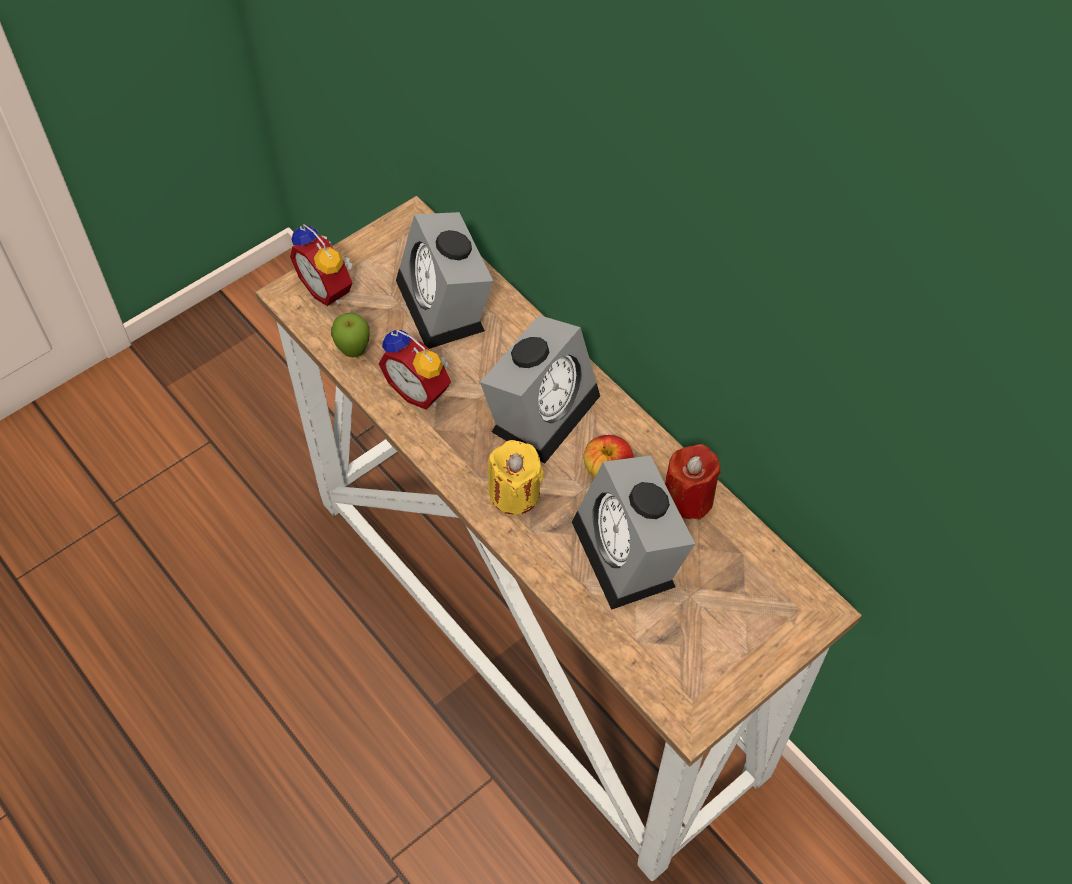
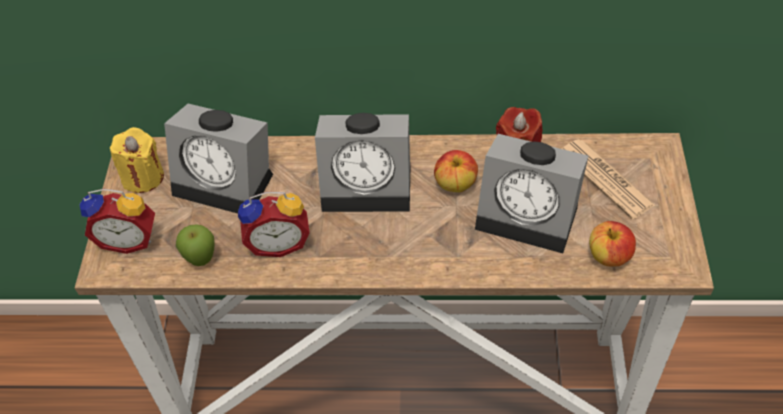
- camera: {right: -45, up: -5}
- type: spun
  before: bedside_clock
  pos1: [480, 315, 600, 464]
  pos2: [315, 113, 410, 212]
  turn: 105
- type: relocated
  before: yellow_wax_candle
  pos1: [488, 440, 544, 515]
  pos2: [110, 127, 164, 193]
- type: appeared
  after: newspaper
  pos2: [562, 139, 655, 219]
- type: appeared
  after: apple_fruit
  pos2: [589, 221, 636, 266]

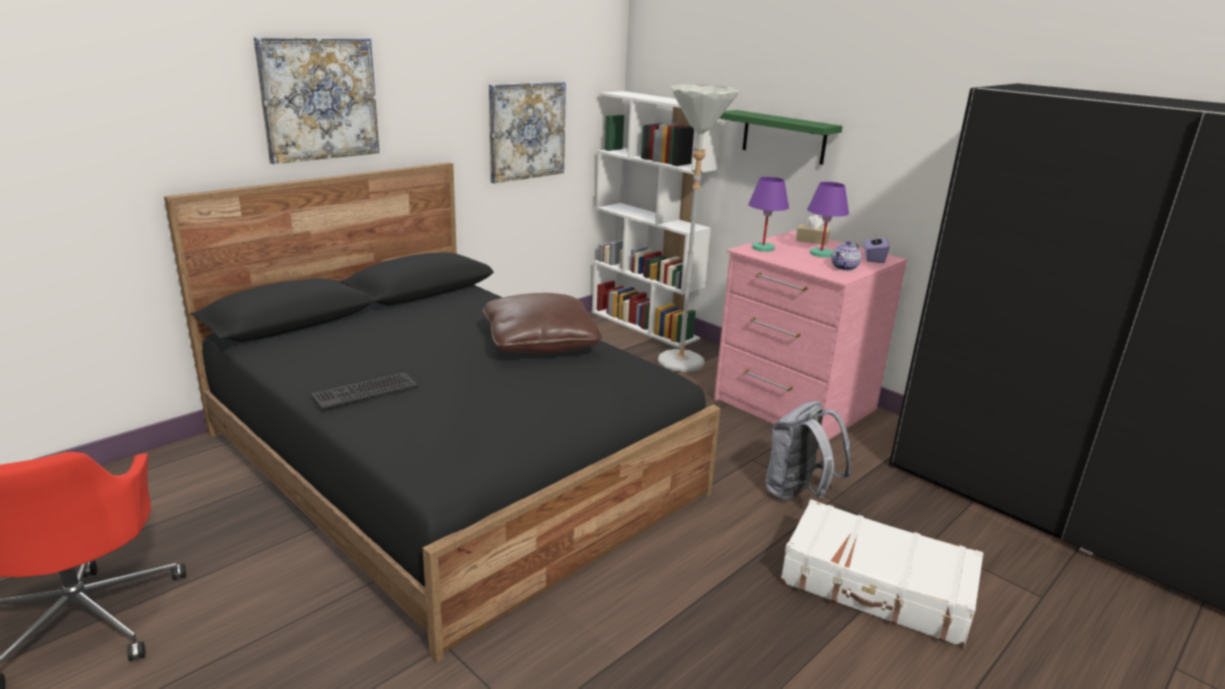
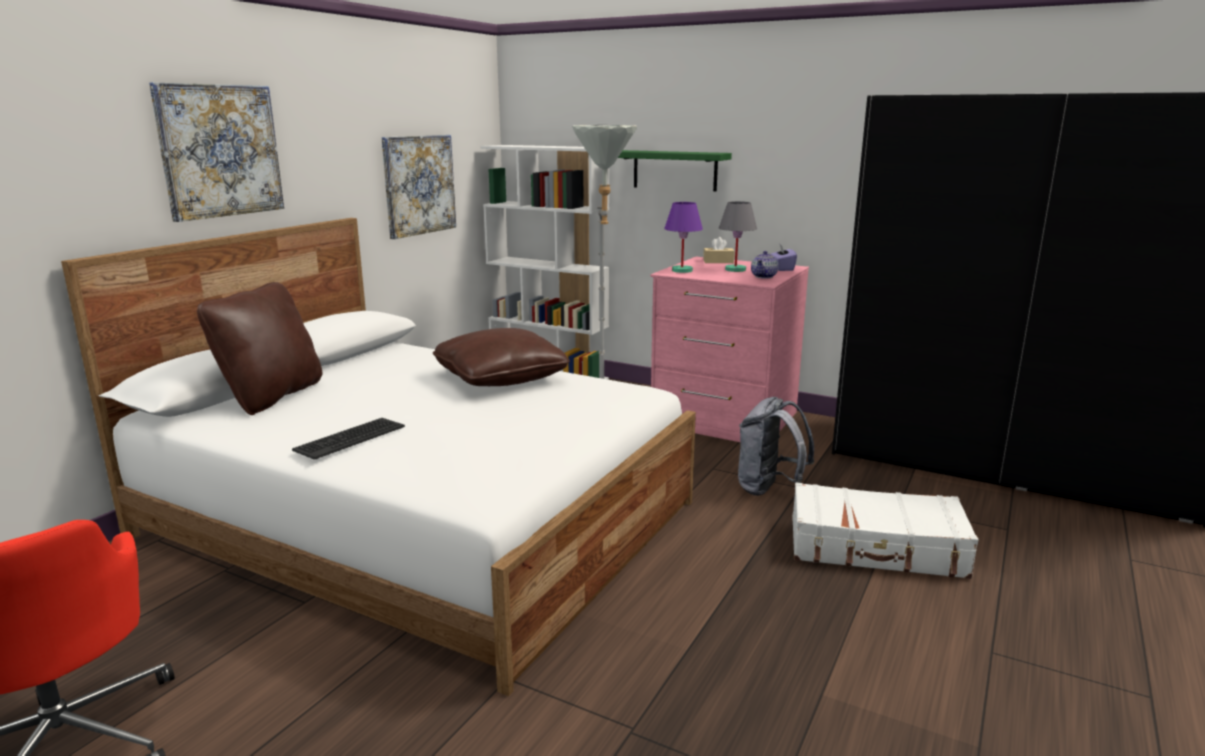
- camera: {right: -15, up: -5}
- type: colour
  before: blackish_bedroom_bed
  after: white-coloured_bedroom_bed
  pos1: [164, 162, 721, 663]
  pos2: [61, 218, 696, 696]
- type: colour
  before: purple-coloured_table_lamp
  after: gray_table_lamp
  pos1: [807, 182, 849, 258]
  pos2: [719, 201, 757, 272]
- type: appeared
  after: brown-coloured_cushion
  pos2: [197, 282, 323, 415]

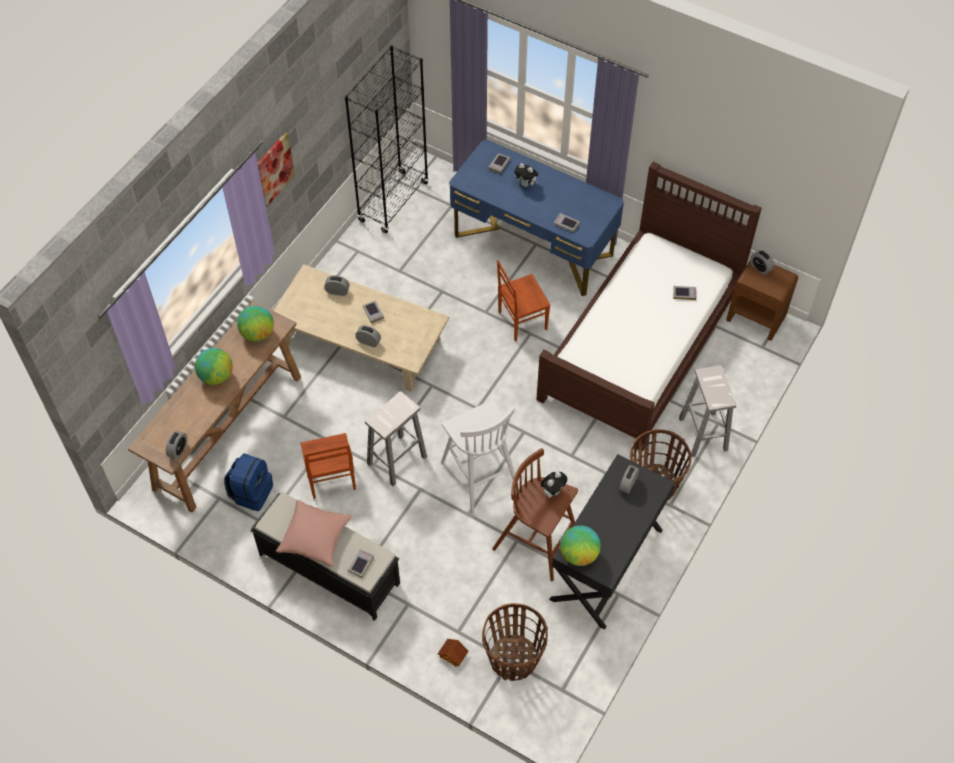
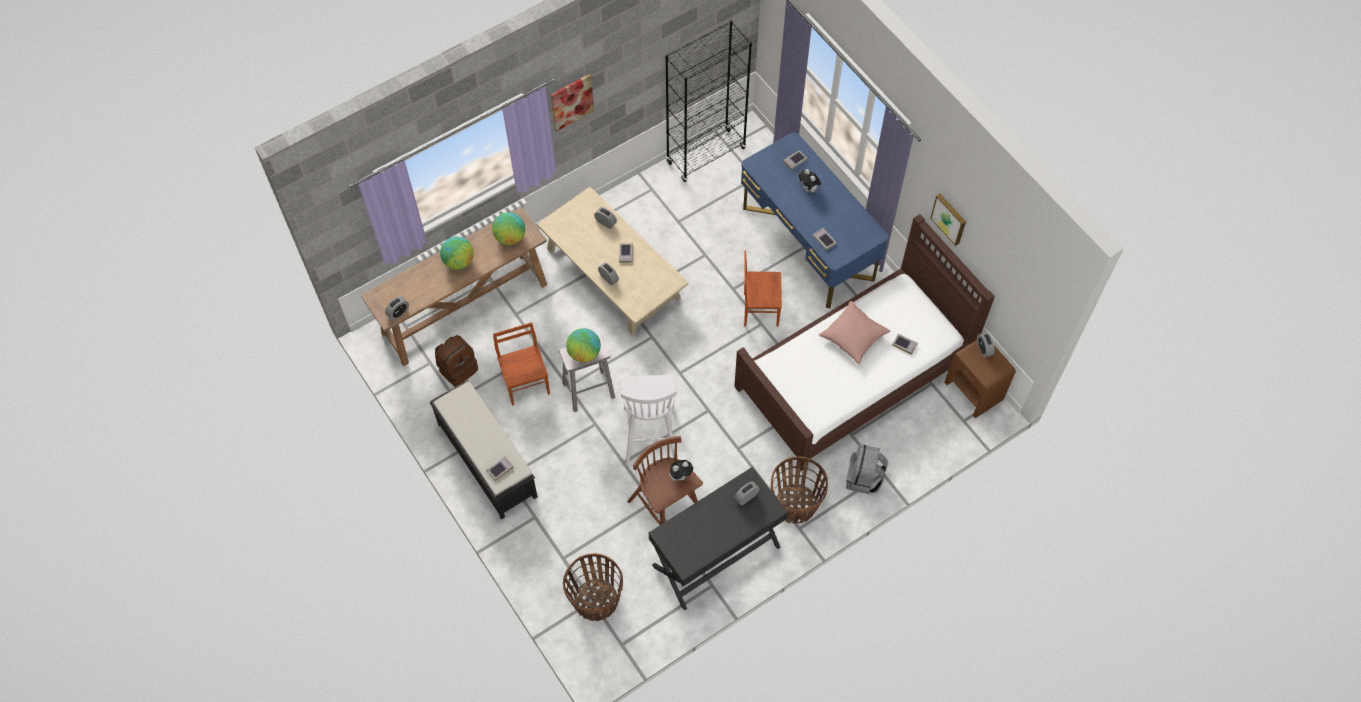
- camera: {right: 25, up: 5}
- type: colour
  before: bluish_rucksack
  after: brown-coloured_rucksack
  pos1: [224, 453, 273, 511]
  pos2: [435, 335, 478, 387]
- type: relocated
  before: pink-coloured_cushion
  pos1: [276, 500, 352, 567]
  pos2: [819, 301, 890, 364]
- type: spun
  before: brown-coloured_plain_chair
  pos1: [301, 433, 356, 499]
  pos2: [493, 322, 550, 406]
  turn: 150
- type: missing
  before: miniature_house
  pos1: [438, 639, 469, 667]
- type: relocated
  before: world_globe
  pos1: [560, 525, 601, 566]
  pos2: [566, 328, 601, 363]
- type: exchanged
  before: white-coloured_stool
  after: gray_rucksack
  pos1: [679, 365, 736, 457]
  pos2: [846, 444, 888, 494]
- type: appeared
  after: picture
  pos2: [930, 194, 966, 246]

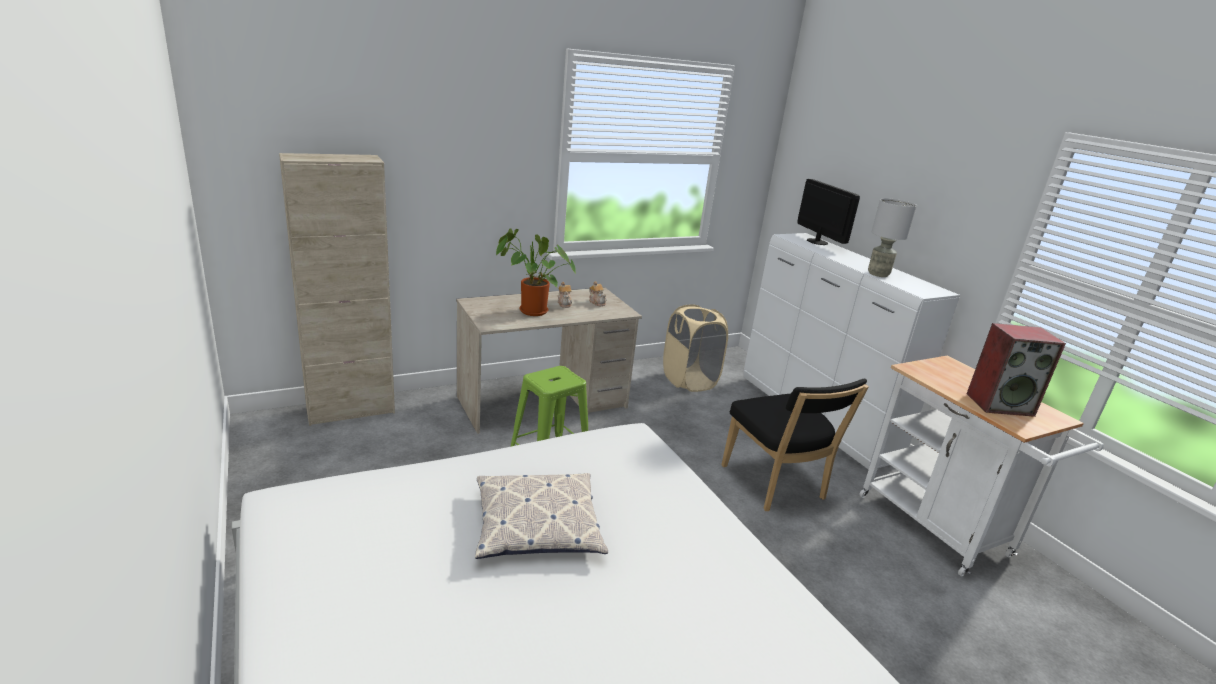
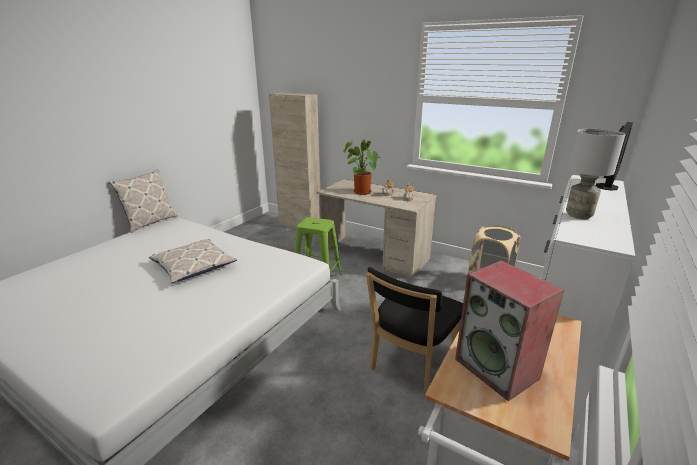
- camera: {right: 60, up: 0}
- type: appeared
  after: cushion
  pos2: [108, 169, 178, 233]

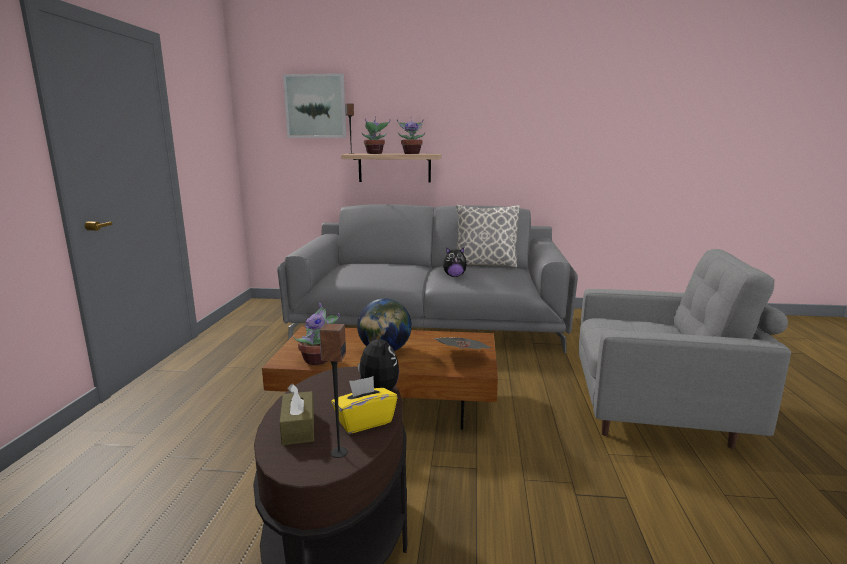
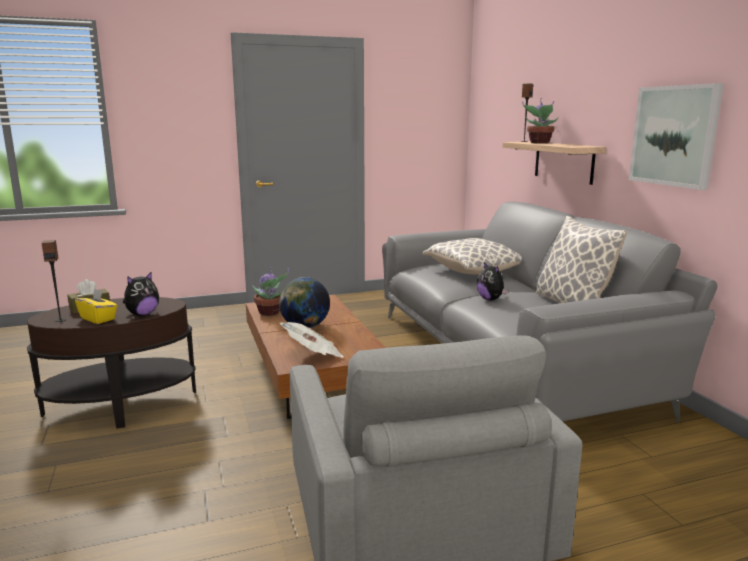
- camera: {right: 65, up: 0}
- type: relocated
  before: picture
  pos1: [283, 73, 346, 138]
  pos2: [629, 83, 724, 190]
- type: missing
  before: potted_plant
  pos1: [397, 116, 426, 154]
- type: appeared
  after: cushion
  pos2: [422, 238, 522, 275]

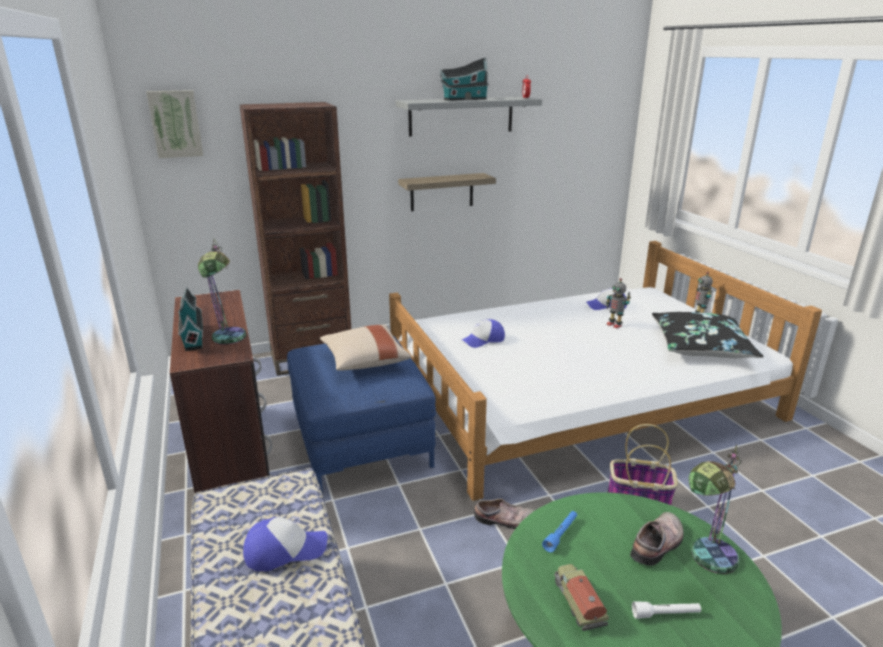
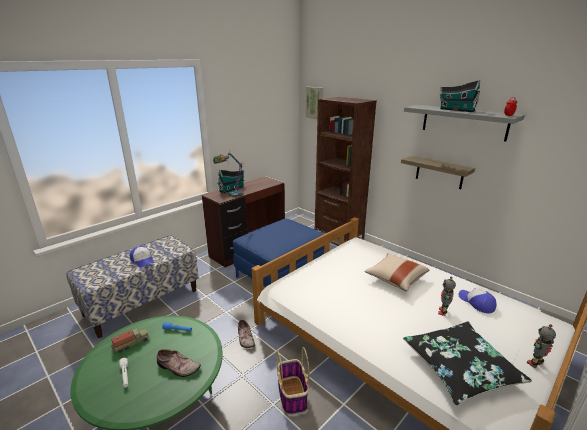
- camera: {right: 65, up: 0}
- type: relocated
  before: sand-coloured_cushion
  pos1: [320, 324, 412, 371]
  pos2: [364, 254, 430, 292]
- type: missing
  before: cap
  pos1: [462, 319, 505, 348]
- type: missing
  before: table_lamp
  pos1: [689, 444, 742, 574]

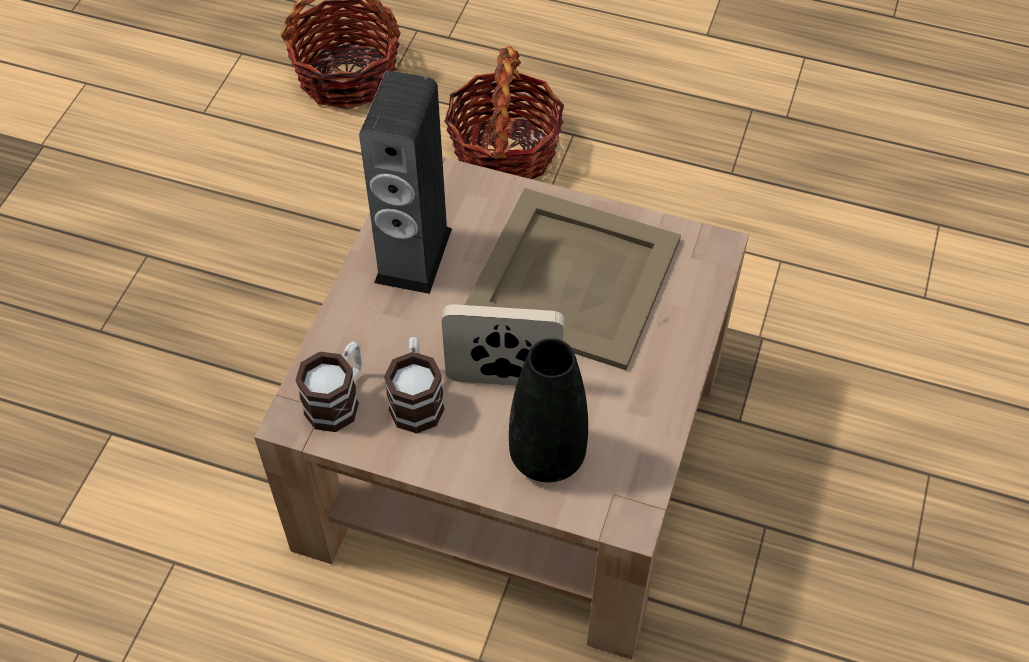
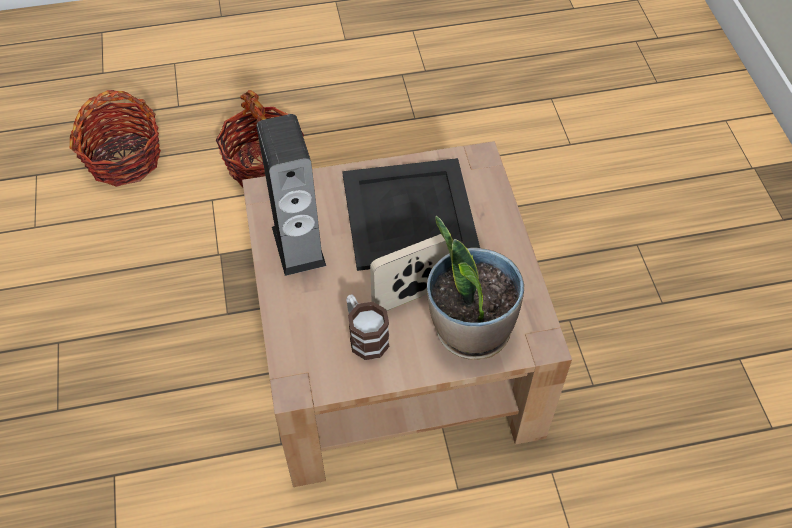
- camera: {right: -30, up: 0}
- type: missing
  before: coffee_mug
  pos1: [295, 341, 362, 432]
- type: colour
  before: sand-coloured_carrying_tray
  after: blackish_carrying_tray
  pos1: [465, 188, 681, 370]
  pos2: [342, 158, 480, 271]
- type: exchanged
  before: blackish_flower_vase
  after: potted_plant
  pos1: [509, 338, 588, 482]
  pos2: [427, 216, 524, 360]

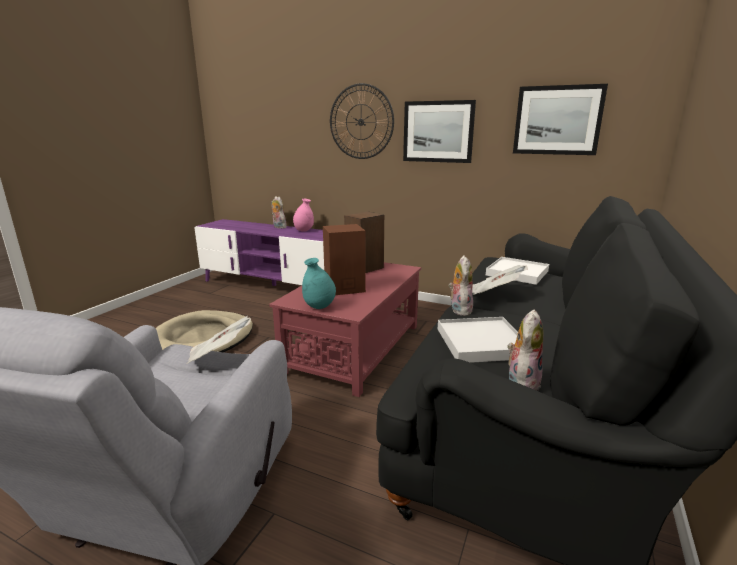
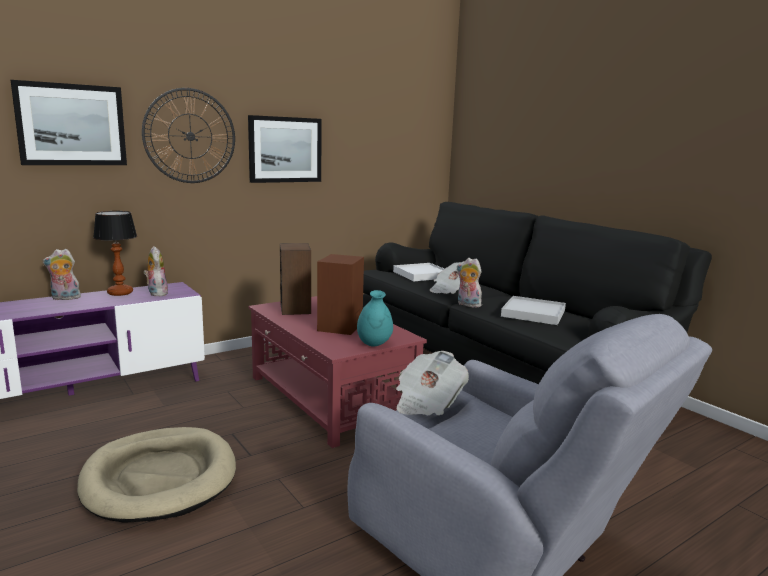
- camera: {right: -60, up: -5}
- type: exchanged
  before: pink-coloured_flower_vase
  after: table_lamp
  pos1: [293, 199, 314, 232]
  pos2: [93, 211, 137, 296]
- type: relocated
  before: cuddly_toy
  pos1: [507, 310, 544, 391]
  pos2: [144, 246, 168, 297]
- type: relocated
  before: picture
  pos1: [513, 84, 608, 155]
  pos2: [11, 80, 127, 165]

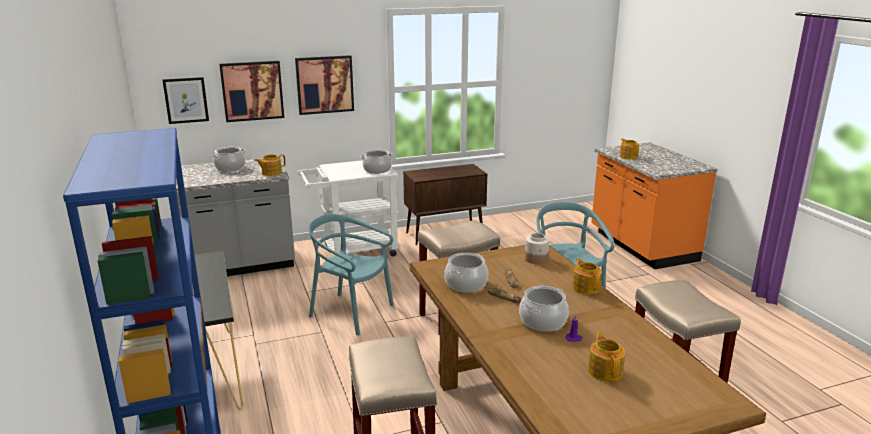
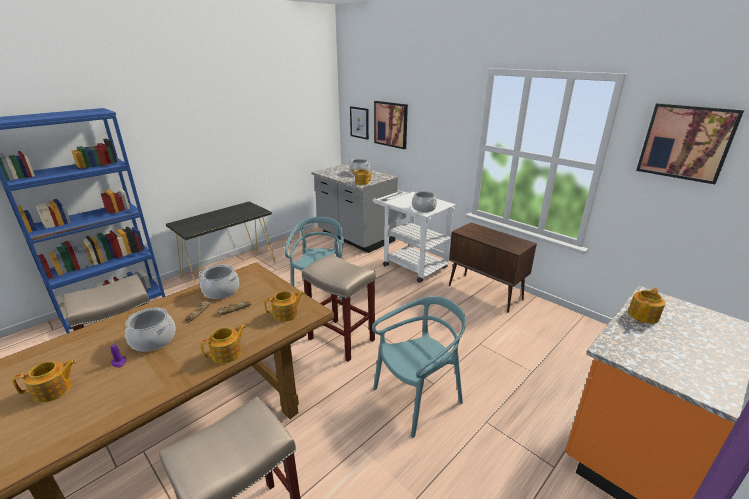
- camera: {right: 65, up: 5}
- type: relocated
  before: picture
  pos1: [295, 55, 354, 115]
  pos2: [636, 103, 744, 184]
- type: exchanged
  before: storage_jar
  after: tea_pot
  pos1: [525, 233, 549, 264]
  pos2: [264, 291, 304, 322]

